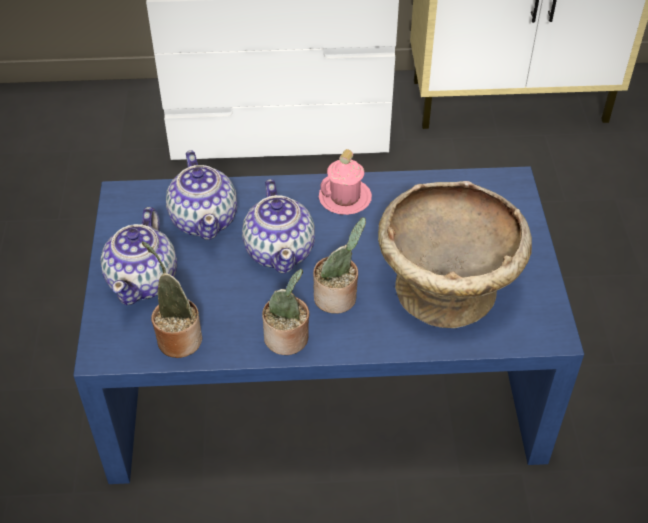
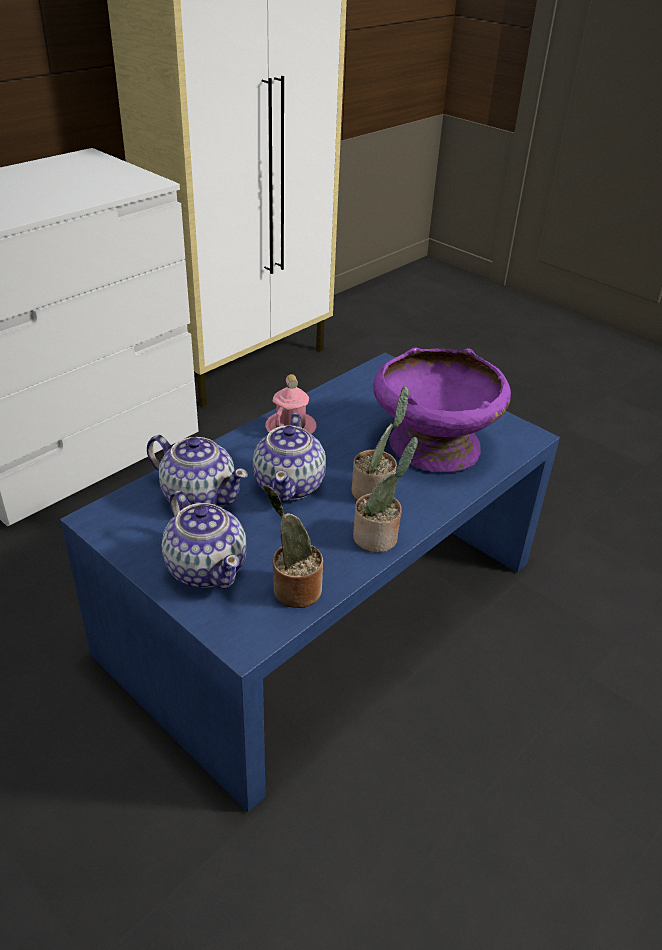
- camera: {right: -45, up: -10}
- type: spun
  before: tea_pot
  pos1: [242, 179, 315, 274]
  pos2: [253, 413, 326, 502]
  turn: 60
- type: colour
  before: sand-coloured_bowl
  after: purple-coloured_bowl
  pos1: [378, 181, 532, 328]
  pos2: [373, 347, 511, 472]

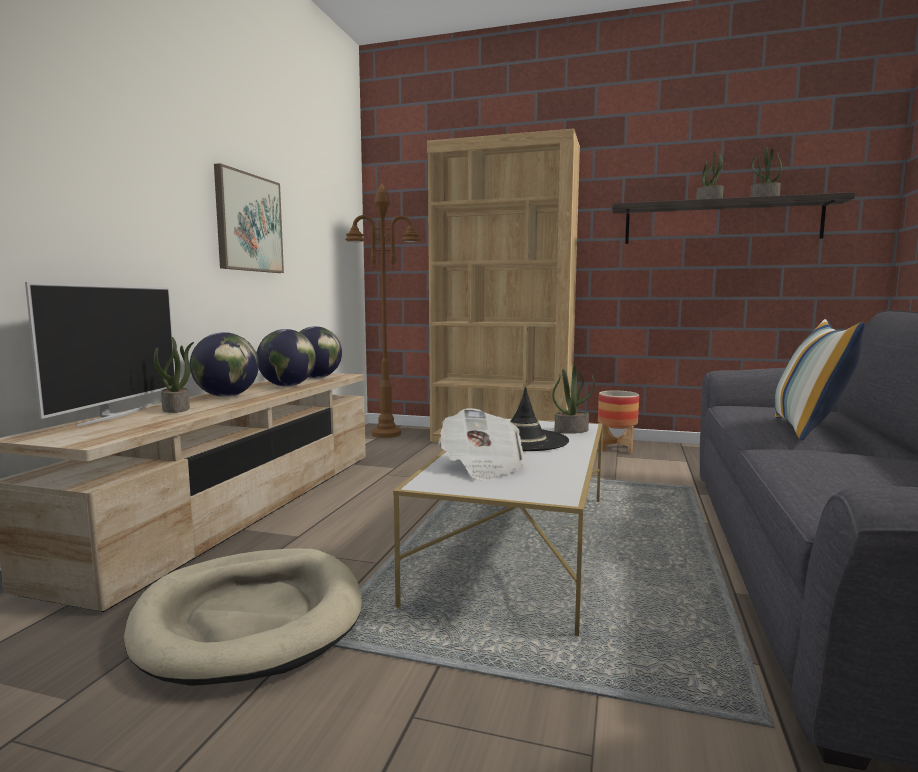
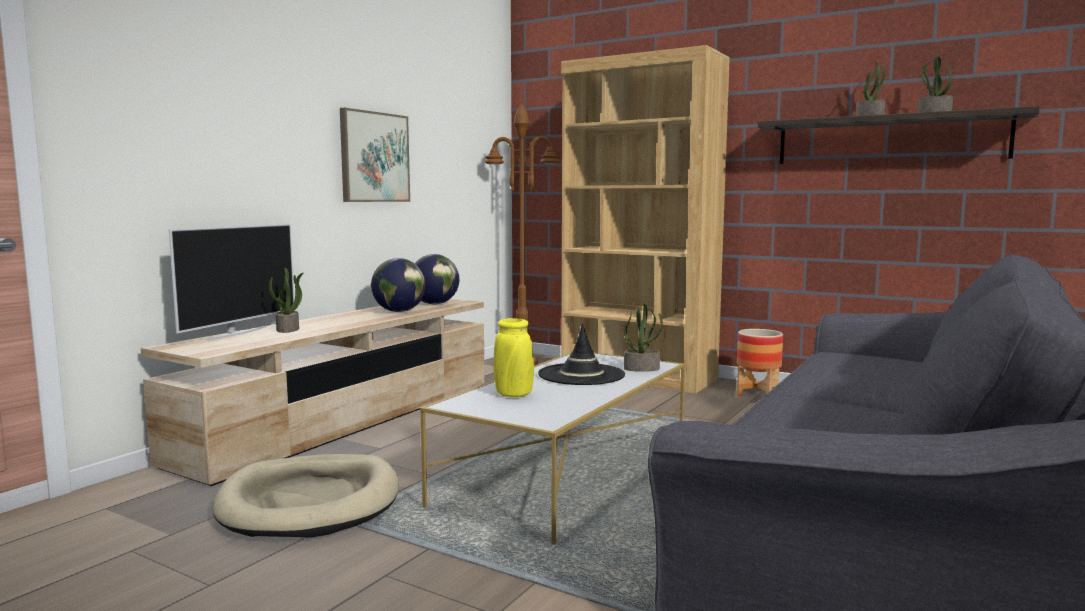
- camera: {right: 15, up: 0}
- type: missing
  before: world_globe
  pos1: [190, 332, 259, 397]
- type: exchanged
  before: newspaper
  after: yellow_flower_vase
  pos1: [438, 408, 524, 481]
  pos2: [493, 318, 534, 397]
- type: missing
  before: cushion
  pos1: [774, 319, 865, 440]

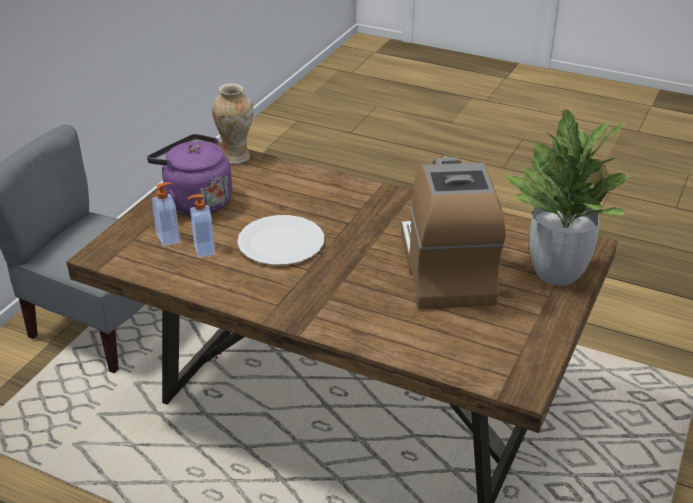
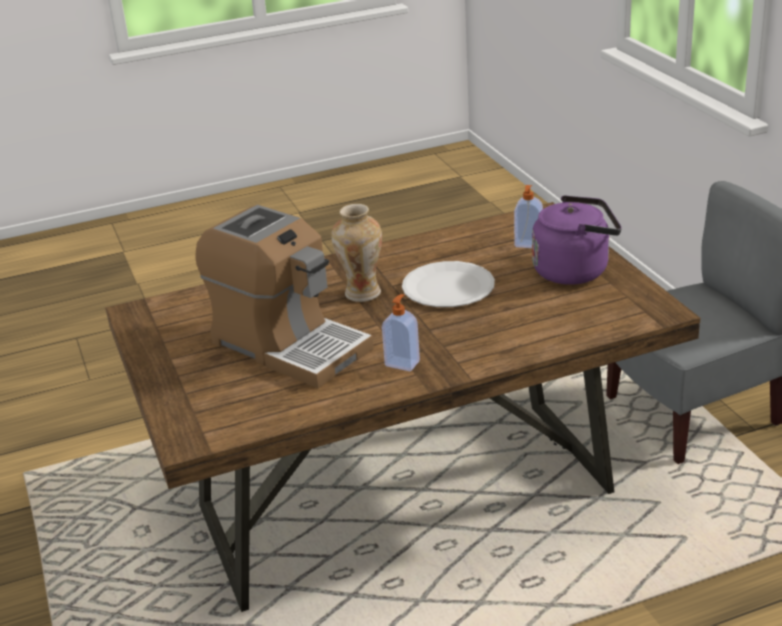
- camera: {right: 135, up: -5}
- type: relocated
  before: soap_dispenser
  pos1: [188, 194, 215, 258]
  pos2: [382, 294, 420, 371]
- type: relocated
  before: flower_vase
  pos1: [212, 83, 254, 164]
  pos2: [331, 204, 382, 302]
- type: missing
  before: potted_plant
  pos1: [506, 110, 630, 286]

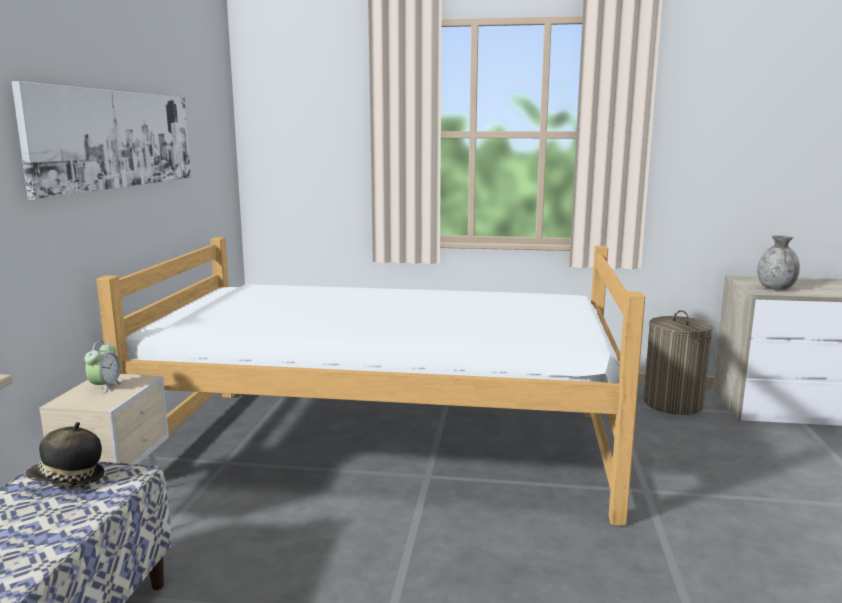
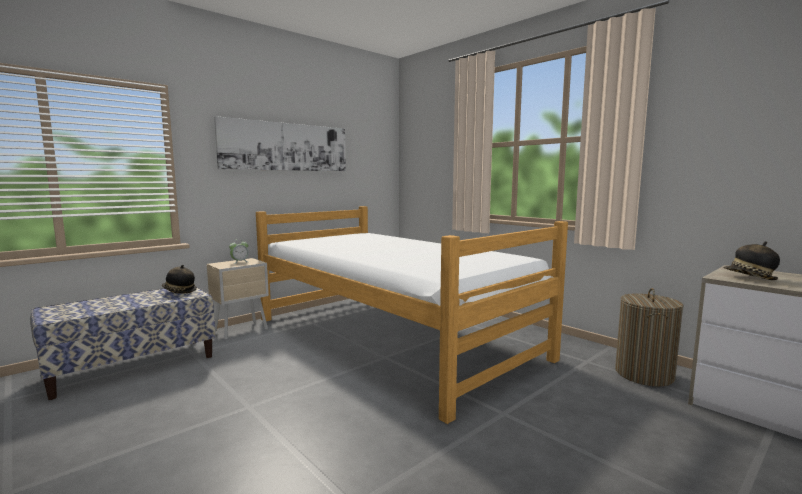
- camera: {right: 40, up: -5}
- type: exchanged
  before: gray_flower_vase
  after: wearable_hat
  pos1: [757, 235, 800, 290]
  pos2: [723, 241, 780, 280]

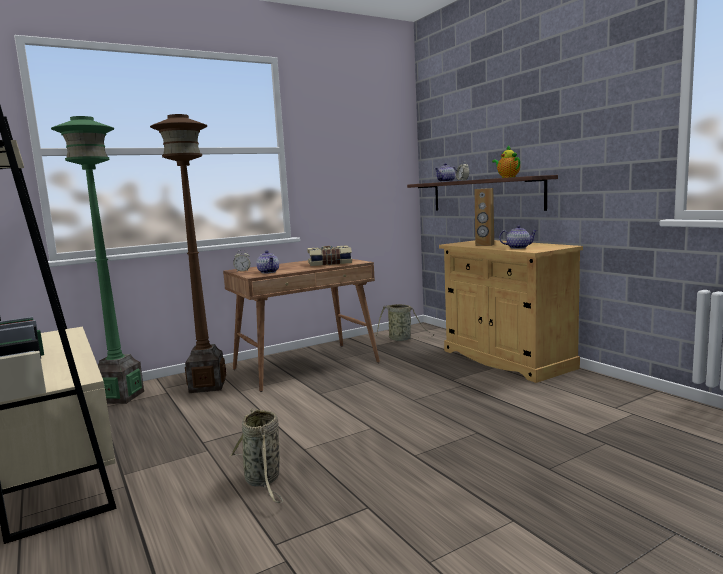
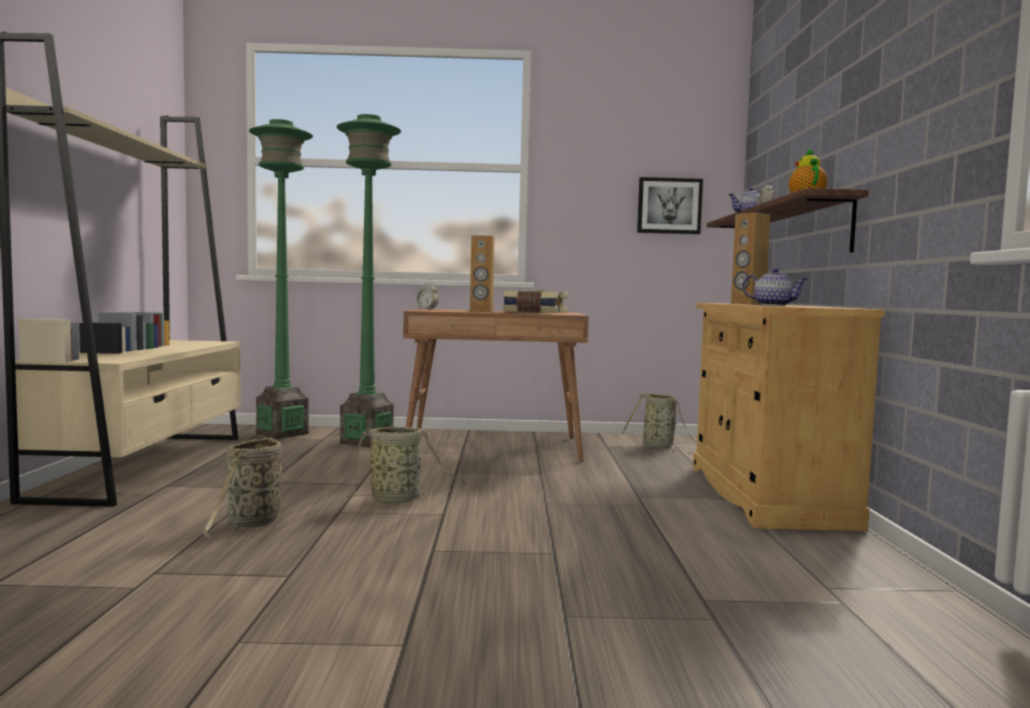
- camera: {right: 30, up: -5}
- type: colour
  before: brown-coloured_standing_lamp
  after: green-coloured_standing_lamp
  pos1: [150, 114, 226, 393]
  pos2: [337, 114, 401, 448]
- type: missing
  before: tea_pot
  pos1: [256, 250, 279, 274]
- type: appeared
  after: storage_basket
  pos2: [344, 426, 466, 503]
- type: appeared
  after: brown-coloured_loudspeaker
  pos2: [470, 235, 494, 313]
- type: appeared
  after: picture
  pos2: [637, 177, 703, 234]

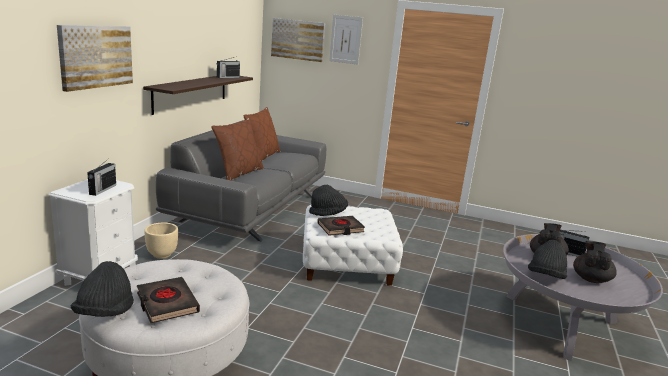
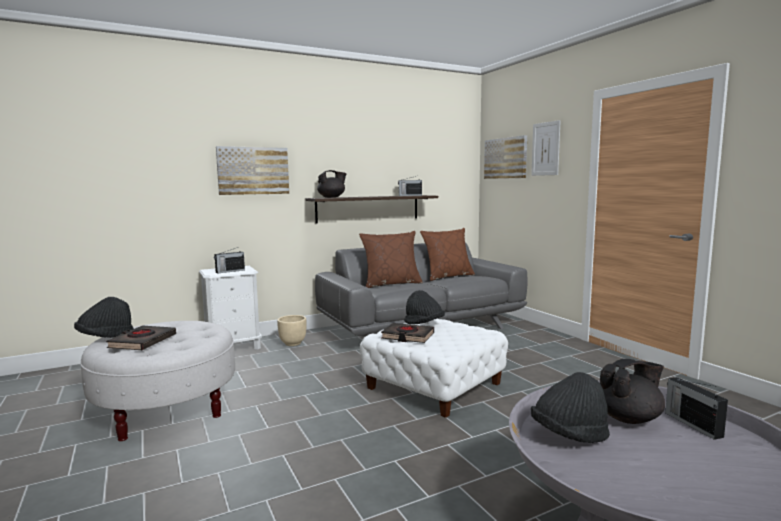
- camera: {right: 45, up: -10}
- type: relocated
  before: blackish_tea_pot
  pos1: [573, 241, 617, 283]
  pos2: [317, 170, 346, 198]

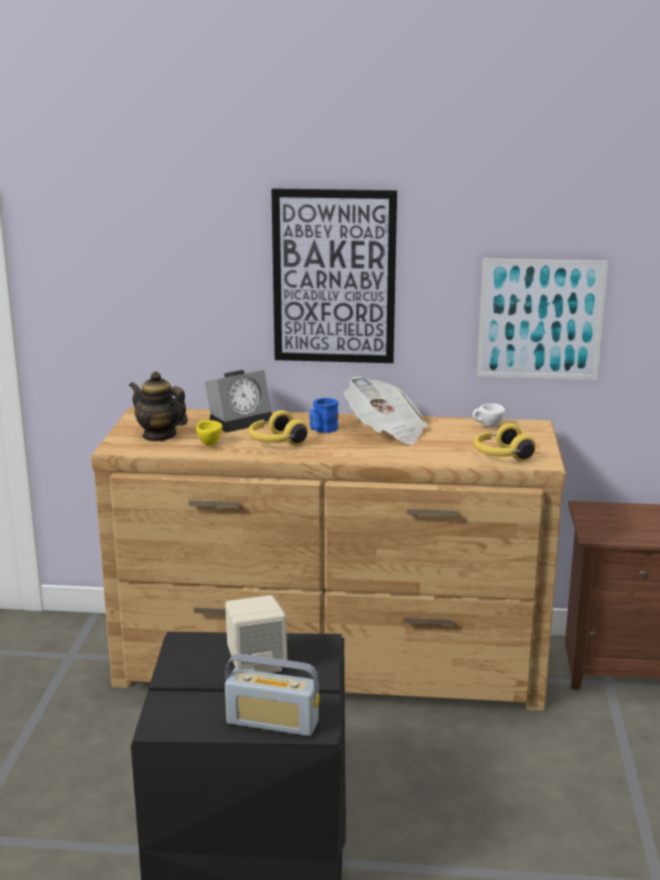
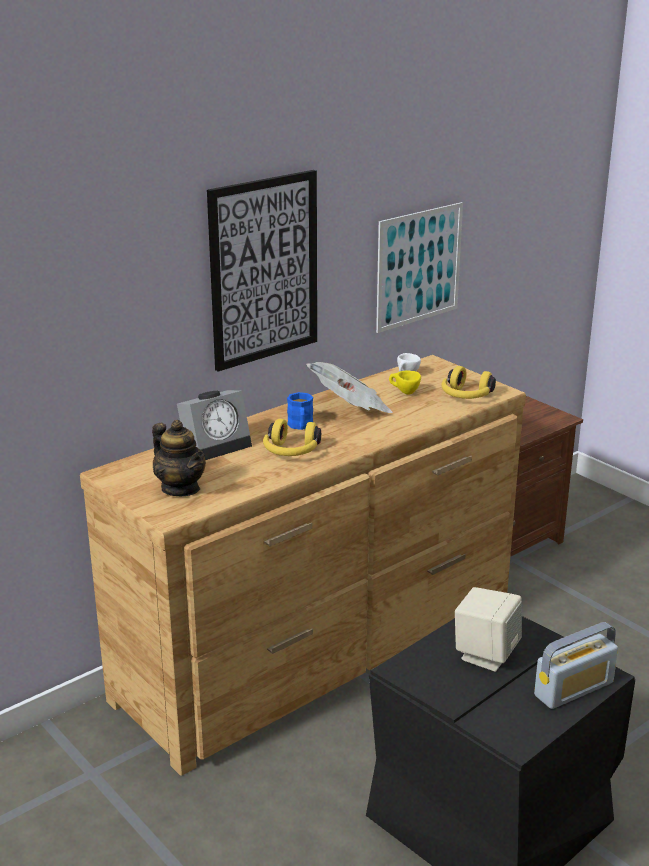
- camera: {right: -45, up: 5}
- type: spun
  before: tea_pot
  pos1: [129, 371, 188, 441]
  pos2: [152, 420, 206, 496]
  turn: -120
- type: relocated
  before: yellow_cup
  pos1: [196, 420, 222, 446]
  pos2: [389, 371, 421, 394]
- type: spun
  before: bedside_clock
  pos1: [205, 370, 272, 433]
  pos2: [177, 390, 252, 460]
  turn: 45

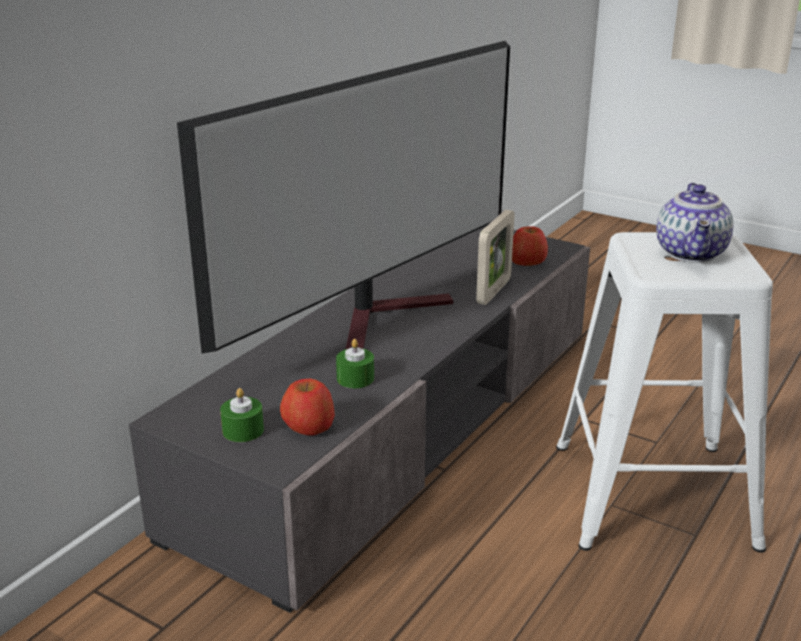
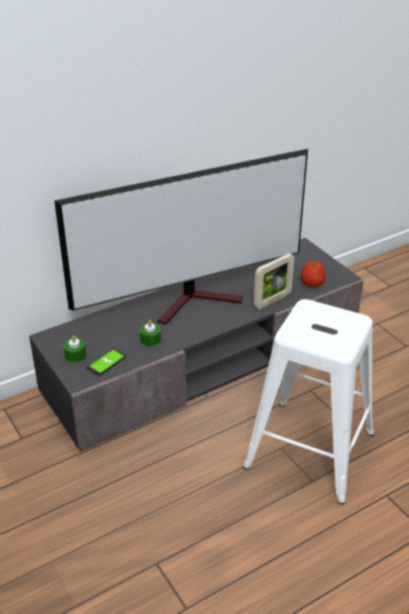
- camera: {right: 25, up: 10}
- type: exchanged
  before: apple_fruit
  after: telephone
  pos1: [280, 379, 335, 435]
  pos2: [87, 348, 126, 376]
- type: missing
  before: tea_pot
  pos1: [656, 183, 734, 263]

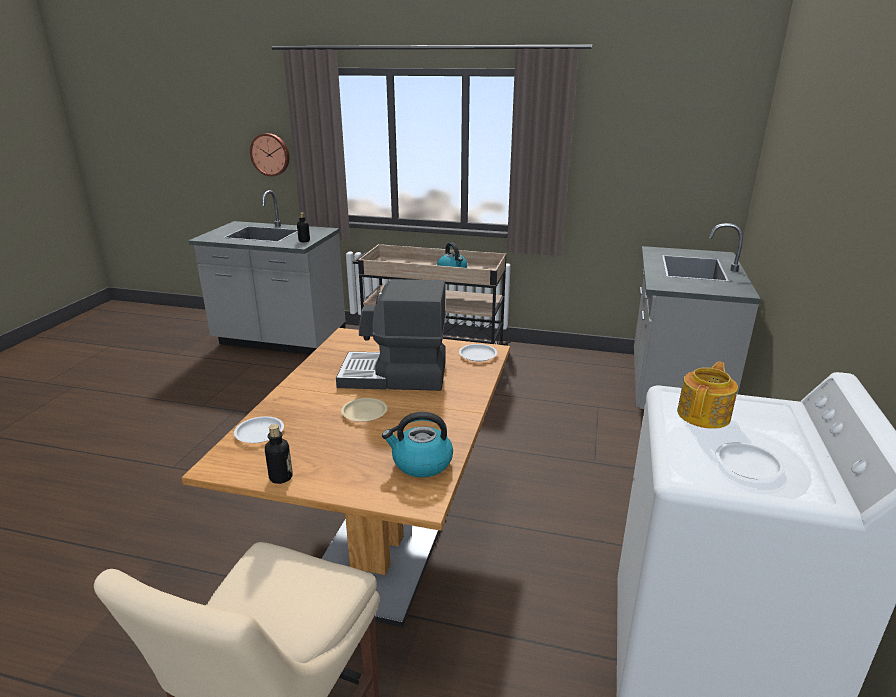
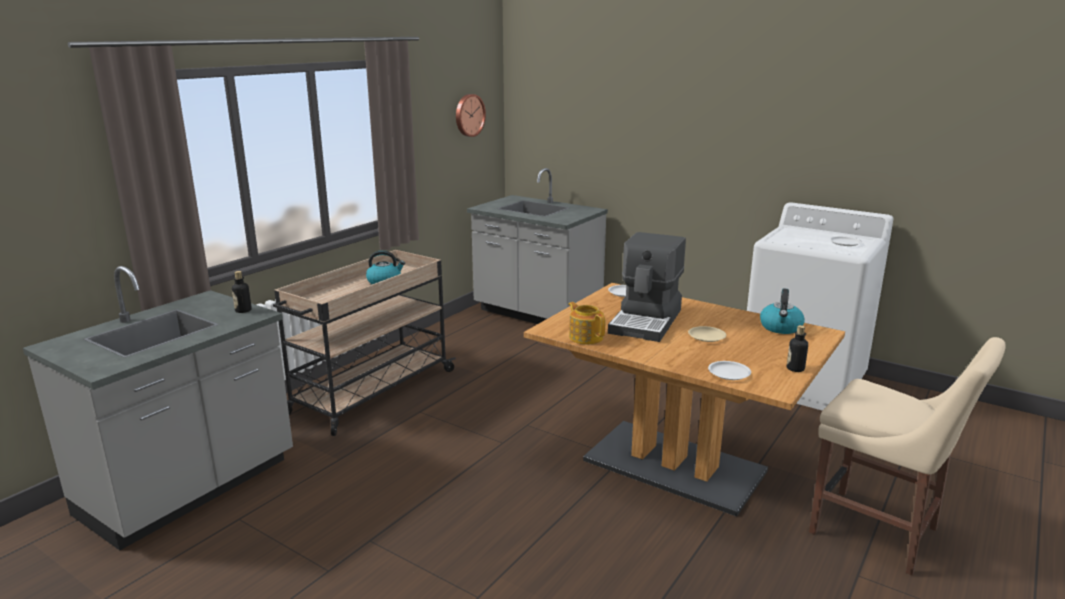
- camera: {right: -70, up: -5}
- type: relocated
  before: clock_on_the_wall
  pos1: [250, 133, 289, 176]
  pos2: [456, 94, 486, 137]
- type: relocated
  before: tea_pot
  pos1: [677, 361, 738, 429]
  pos2: [568, 302, 605, 344]

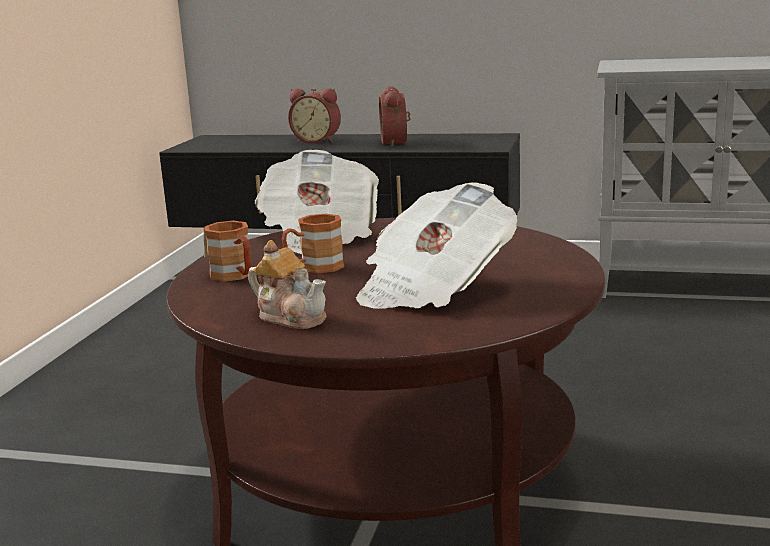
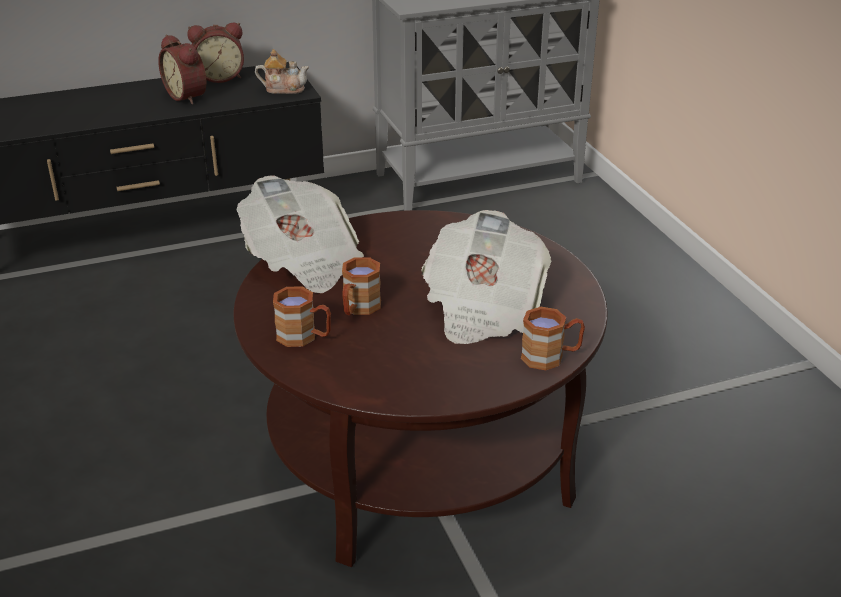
- camera: {right: -35, up: 15}
- type: relocated
  before: tea_pot
  pos1: [248, 240, 327, 329]
  pos2: [255, 49, 309, 94]
- type: relocated
  before: bedside_clock
  pos1: [288, 88, 341, 143]
  pos2: [187, 23, 244, 83]
- type: appeared
  after: brown-coloured_coffee_mug
  pos2: [521, 307, 585, 370]

